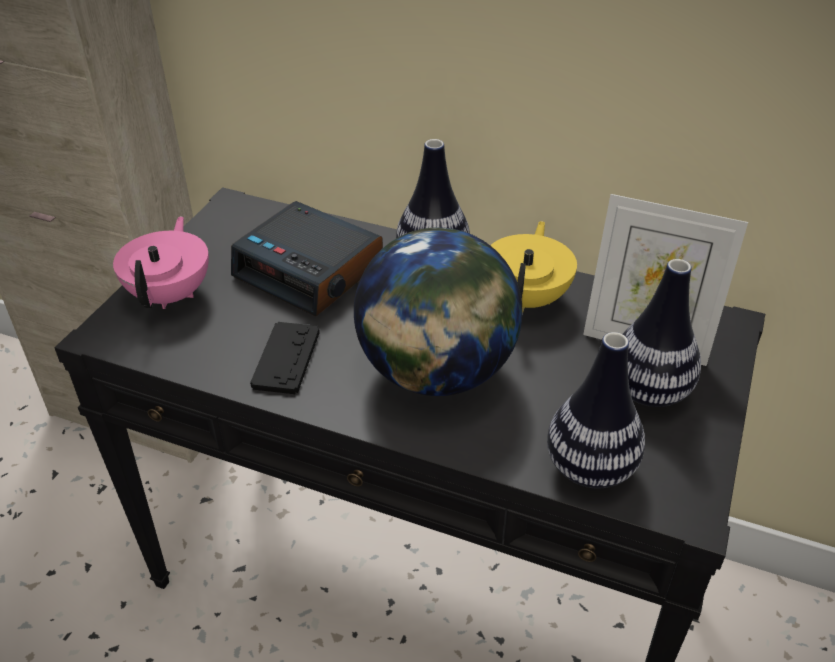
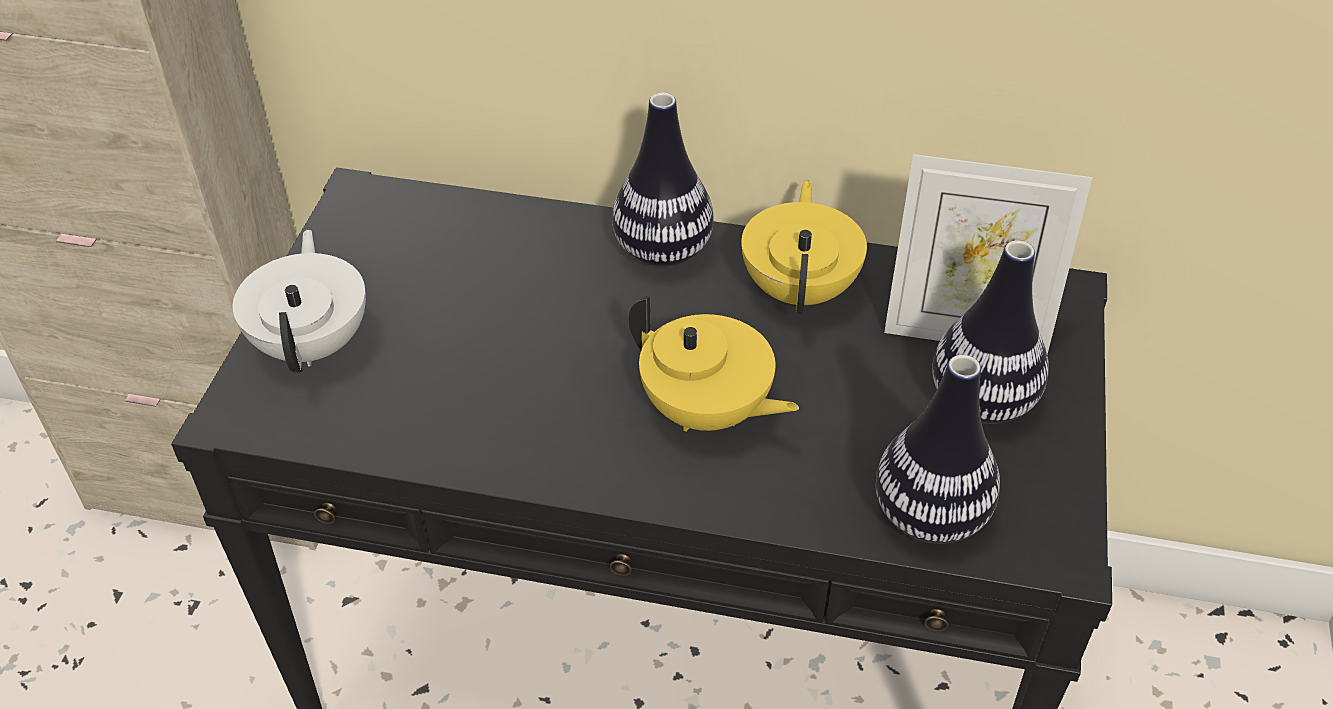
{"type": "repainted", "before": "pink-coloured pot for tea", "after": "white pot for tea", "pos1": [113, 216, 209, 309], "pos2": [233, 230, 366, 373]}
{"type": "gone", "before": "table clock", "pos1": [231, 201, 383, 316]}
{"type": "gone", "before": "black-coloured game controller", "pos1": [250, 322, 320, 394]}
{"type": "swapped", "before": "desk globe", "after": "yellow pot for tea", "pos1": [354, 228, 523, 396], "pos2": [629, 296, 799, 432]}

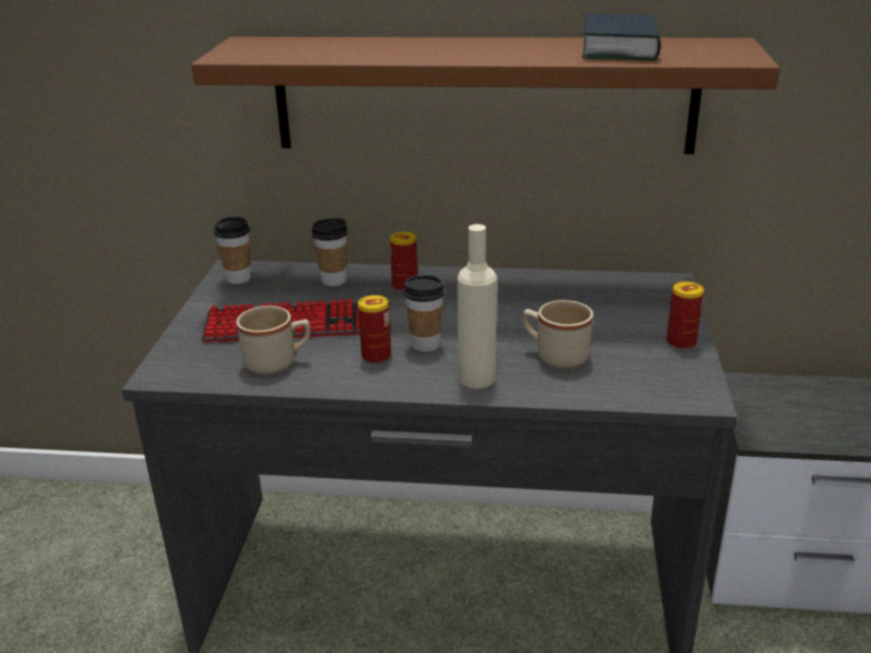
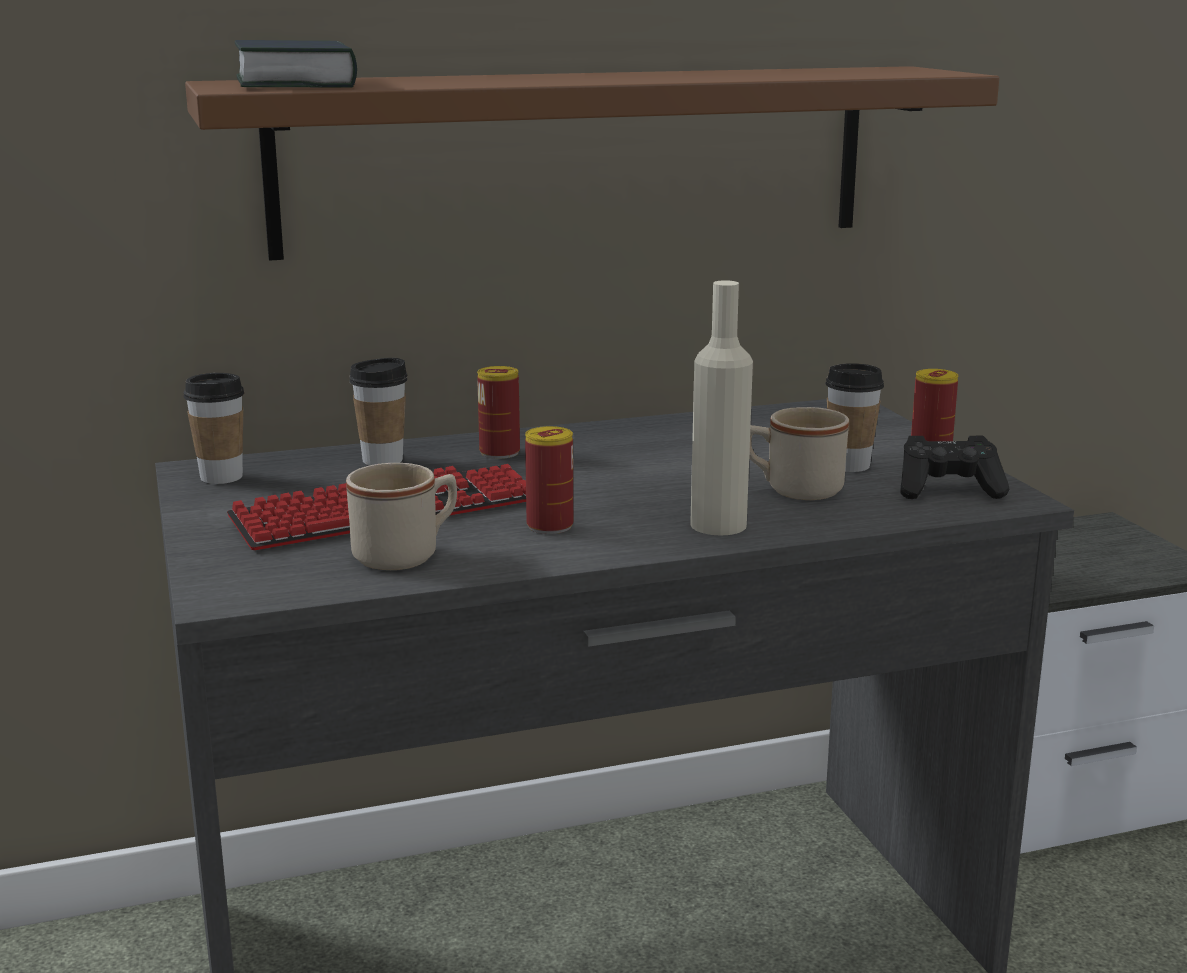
{"type": "shifted", "before": "drinking cup", "pos1": [403, 275, 445, 352], "pos2": [825, 363, 884, 472]}
{"type": "shifted", "before": "volume", "pos1": [582, 13, 661, 61], "pos2": [235, 40, 357, 88]}
{"type": "new", "after": "black-coloured game controller", "pos2": [900, 436, 1009, 499]}

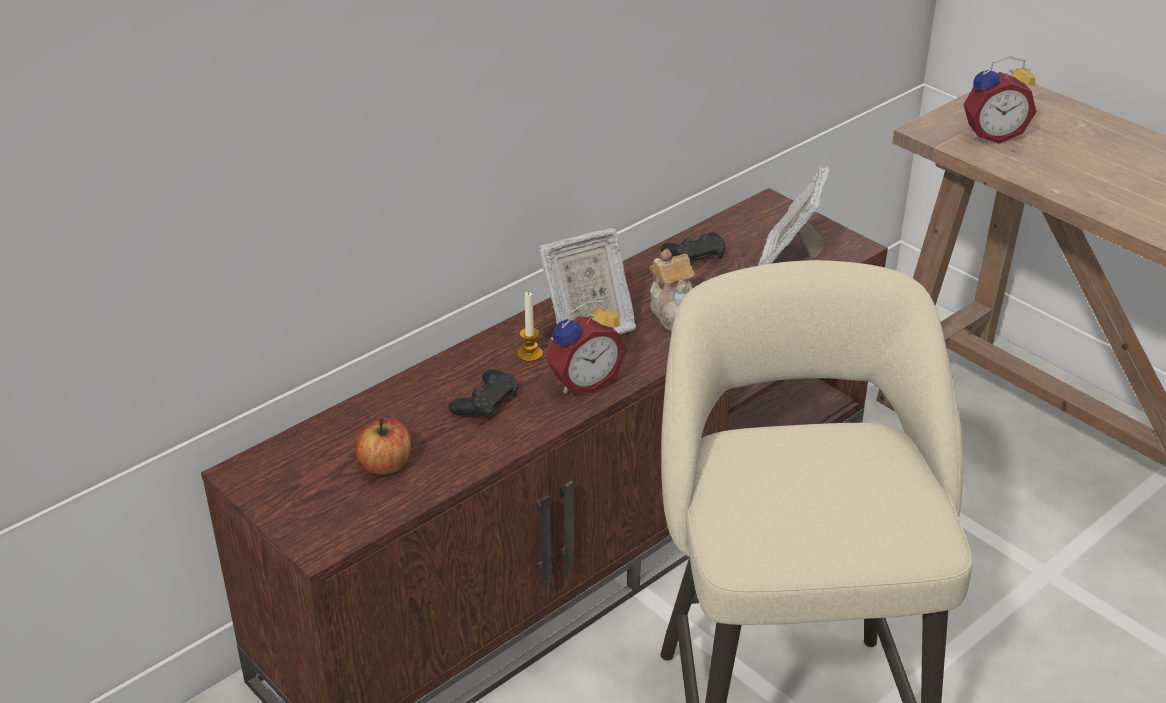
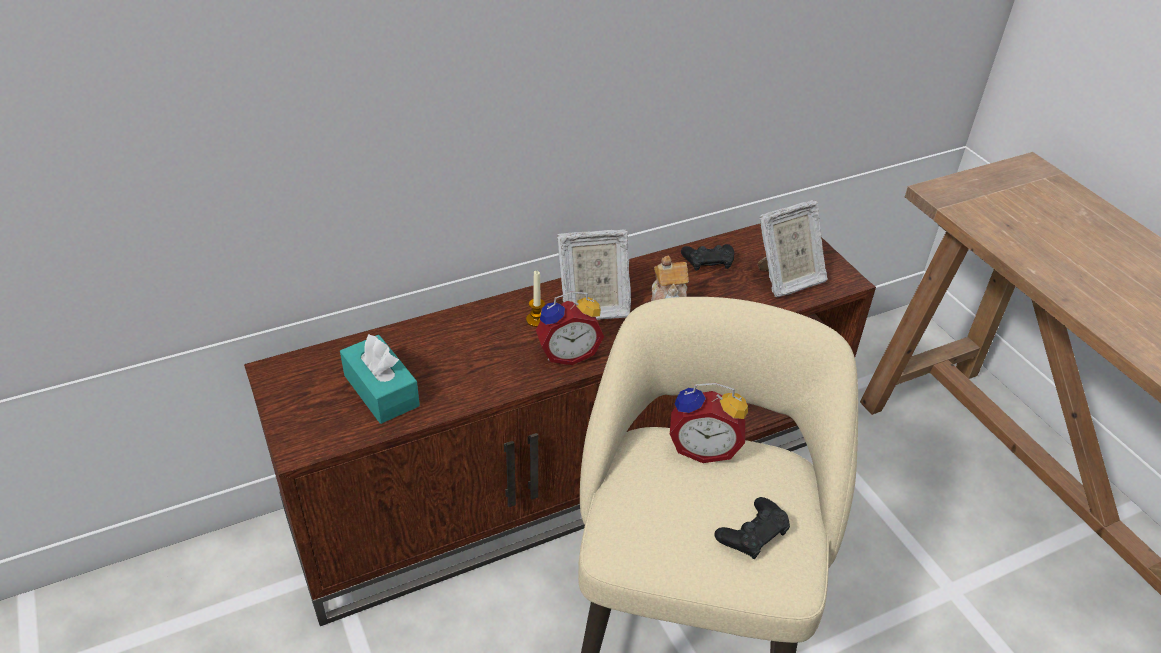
{"type": "swapped", "before": "apple fruit", "after": "turquoise-coloured tissue box", "pos1": [356, 418, 411, 475], "pos2": [340, 334, 420, 424]}
{"type": "shifted", "before": "black-coloured game controller", "pos1": [449, 370, 518, 420], "pos2": [714, 497, 790, 559]}
{"type": "rotated", "before": "photo frame", "pos1": [758, 166, 830, 266], "pos2": [758, 200, 828, 297], "turn": -150}
{"type": "shifted", "before": "table clock", "pos1": [963, 56, 1037, 144], "pos2": [670, 383, 748, 463]}

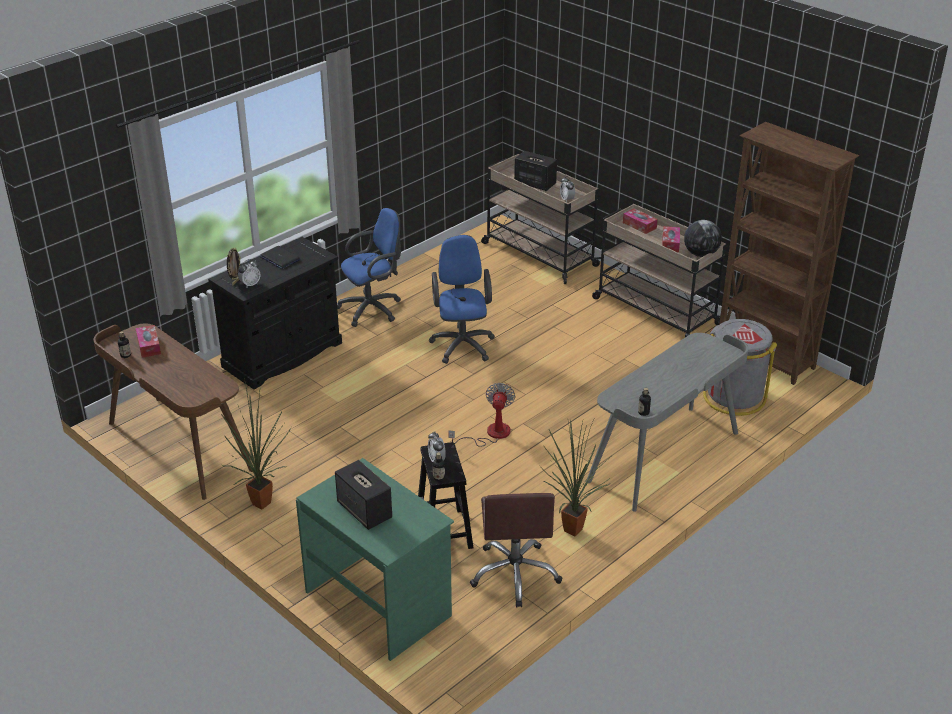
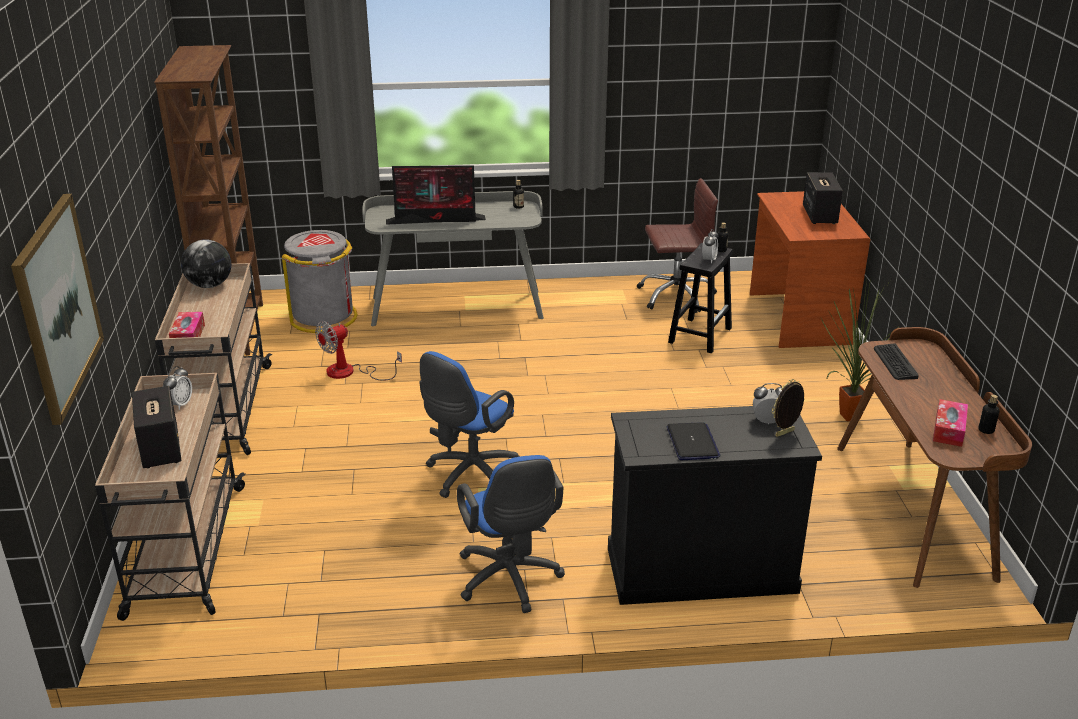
{"type": "repainted", "before": "green-coloured desk table", "after": "brown desk table", "pos1": [296, 458, 454, 661], "pos2": [750, 191, 870, 348]}
{"type": "rotated", "before": "bluish computer chair", "pos1": [337, 208, 401, 327], "pos2": [457, 455, 565, 613], "turn": -120}
{"type": "shifted", "before": "fan", "pos1": [448, 383, 515, 447], "pos2": [315, 321, 402, 381]}
{"type": "rotated", "before": "brown computer chair", "pos1": [470, 493, 562, 608], "pos2": [637, 178, 718, 313], "turn": 45}
{"type": "gone", "before": "houseplant", "pos1": [539, 417, 610, 536]}
{"type": "gone", "before": "tissue box", "pos1": [662, 226, 680, 253]}
{"type": "new", "after": "picture", "pos2": [11, 194, 104, 425]}
{"type": "new", "after": "computer screen", "pos2": [386, 165, 486, 225]}
{"type": "new", "after": "computer keyboard", "pos2": [874, 343, 919, 380]}

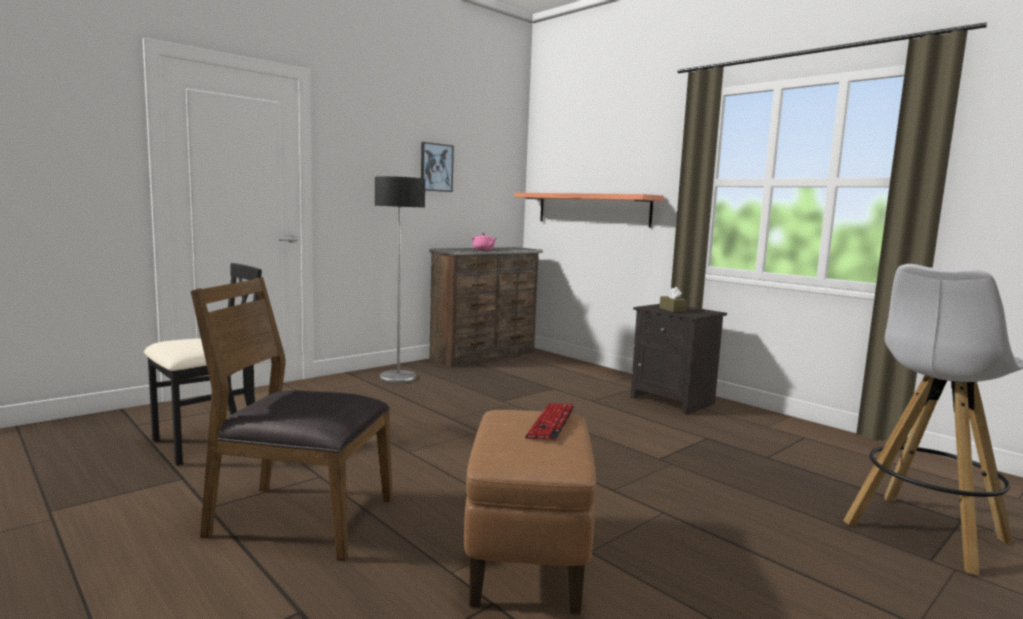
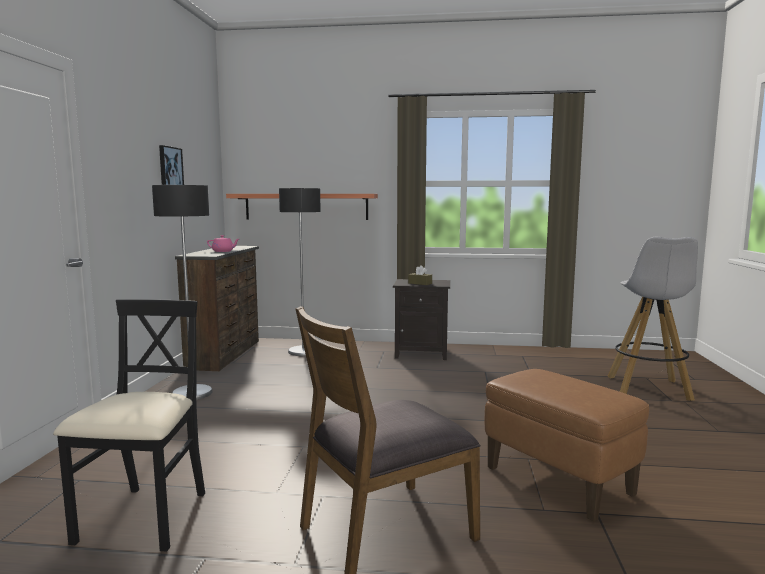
{"type": "gone", "before": "computer keyboard", "pos1": [525, 403, 575, 440]}
{"type": "new", "after": "floor lamp", "pos2": [279, 188, 321, 356]}

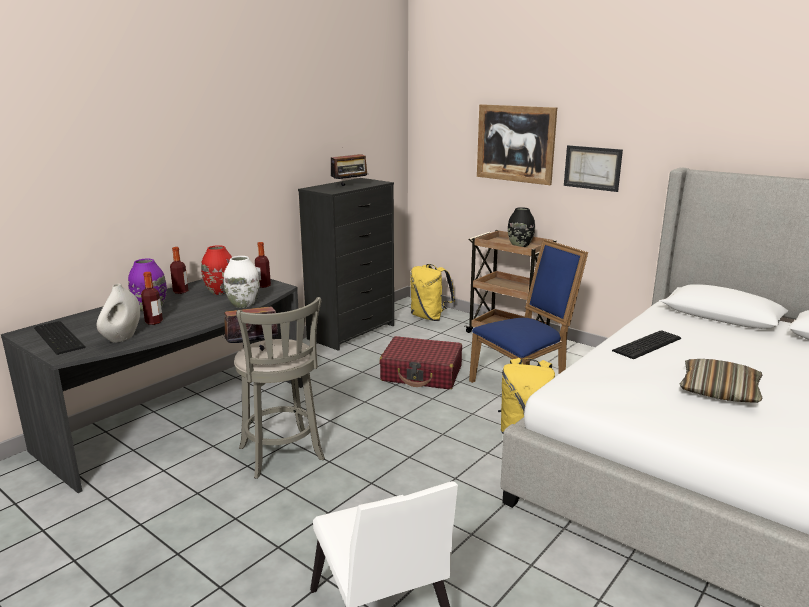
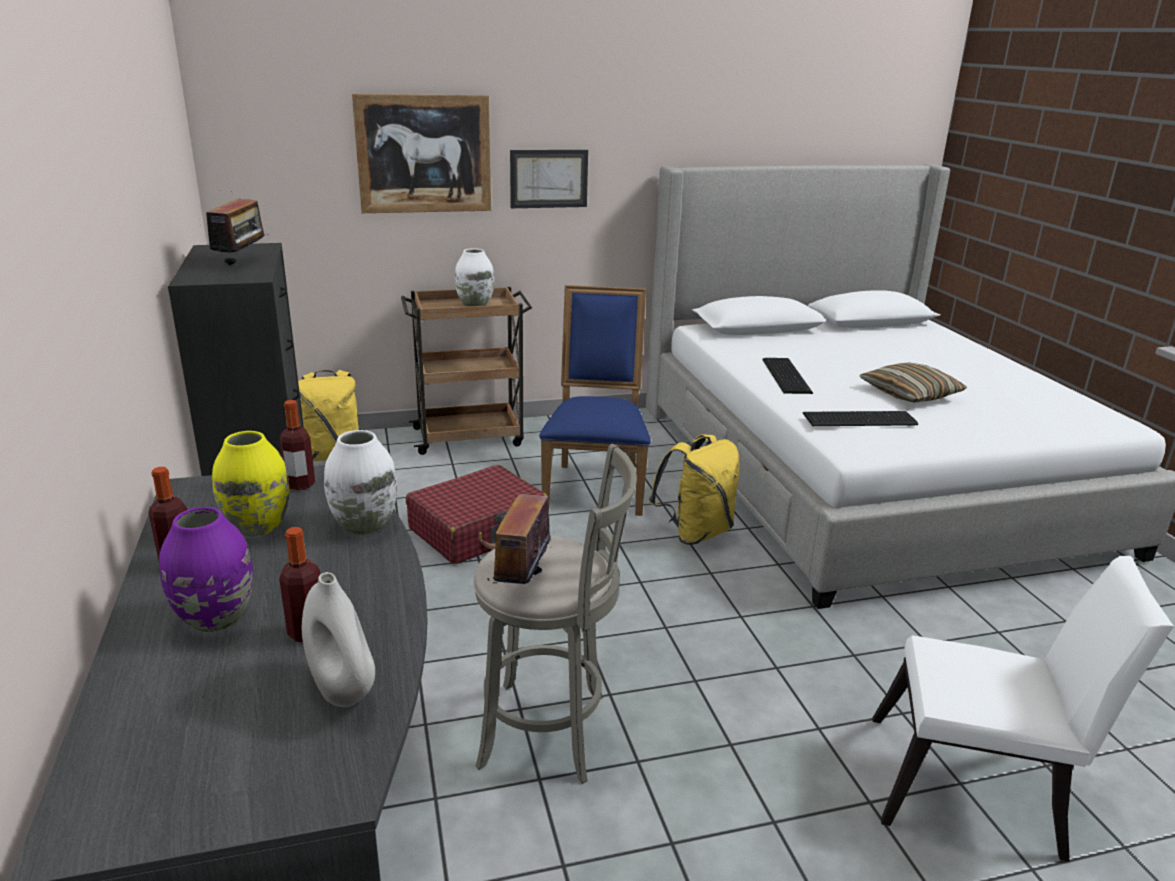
{"type": "shifted", "before": "computer keyboard", "pos1": [34, 321, 86, 355], "pos2": [803, 411, 918, 426]}
{"type": "repainted", "before": "red-coloured decorative vase", "after": "yellow decorative vase", "pos1": [201, 245, 232, 295], "pos2": [212, 431, 289, 537]}
{"type": "repainted", "before": "black-coloured decorative vase", "after": "white decorative vase", "pos1": [508, 207, 535, 247], "pos2": [455, 248, 494, 307]}

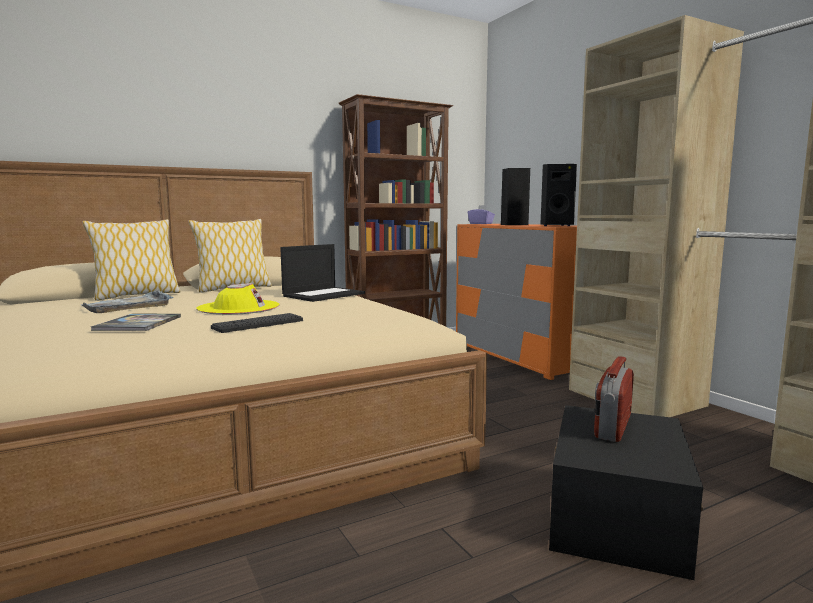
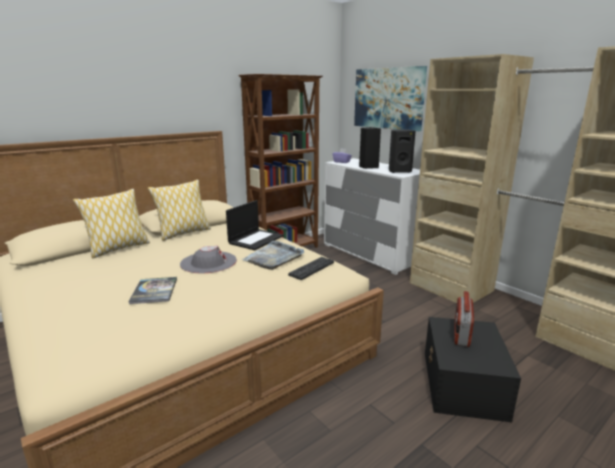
{"type": "shifted", "before": "greyish serving tray", "pos1": [81, 291, 174, 313], "pos2": [242, 241, 304, 270]}
{"type": "repainted", "before": "yellow clothing hat", "after": "greyish clothing hat", "pos1": [196, 283, 280, 315], "pos2": [180, 245, 237, 273]}
{"type": "shifted", "before": "computer keyboard", "pos1": [211, 313, 303, 333], "pos2": [288, 257, 334, 280]}
{"type": "repainted", "before": "orangey dresser", "after": "white dresser", "pos1": [456, 224, 577, 380], "pos2": [324, 158, 420, 275]}
{"type": "new", "after": "picture", "pos2": [354, 66, 427, 131]}

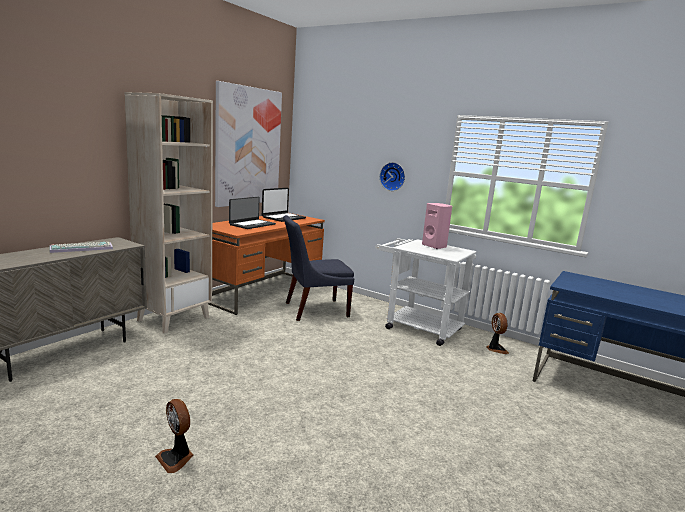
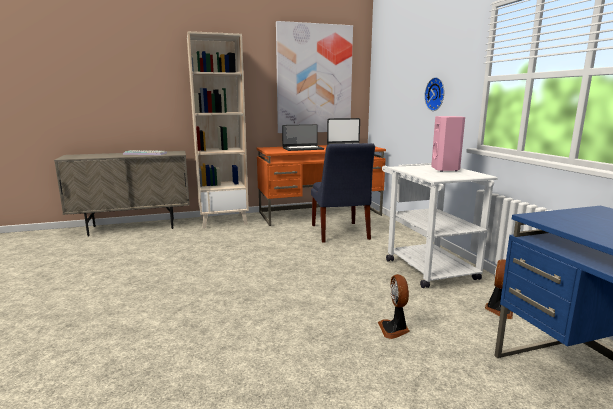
{"type": "shifted", "before": "fan", "pos1": [155, 399, 194, 473], "pos2": [378, 274, 410, 339]}
{"type": "rotated", "before": "bluish plain chair", "pos1": [283, 215, 354, 321], "pos2": [311, 143, 375, 243], "turn": -120}

